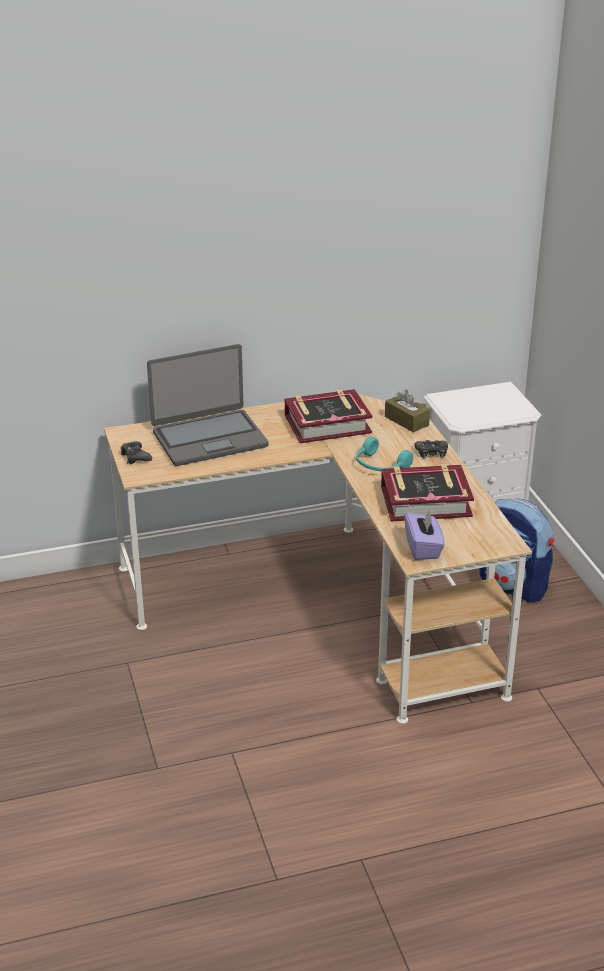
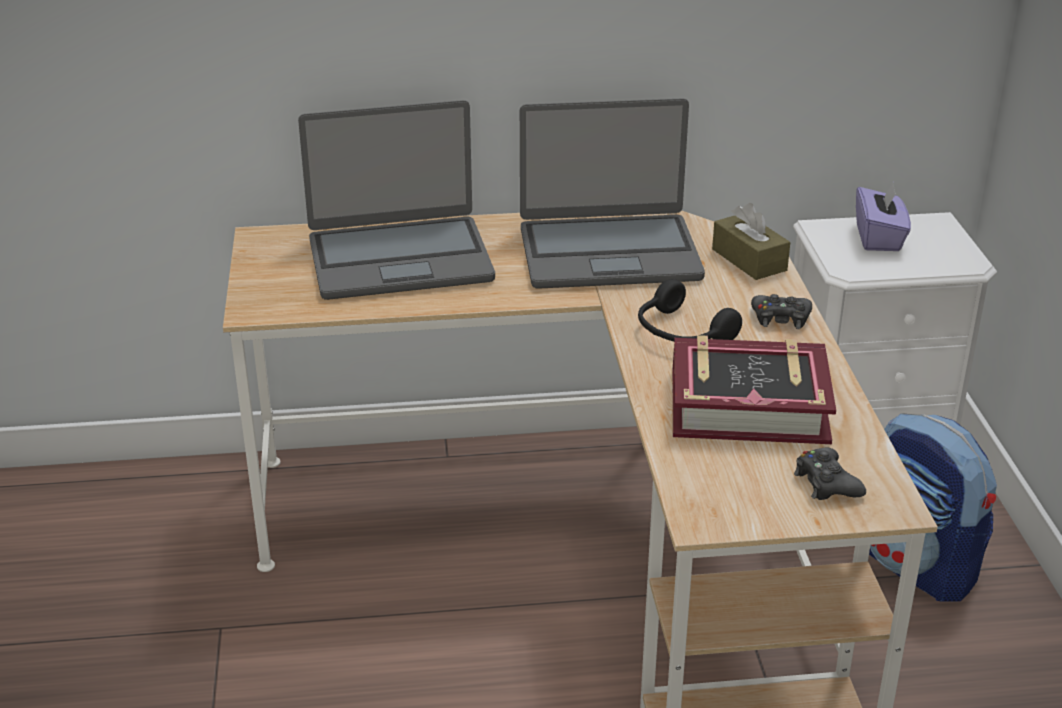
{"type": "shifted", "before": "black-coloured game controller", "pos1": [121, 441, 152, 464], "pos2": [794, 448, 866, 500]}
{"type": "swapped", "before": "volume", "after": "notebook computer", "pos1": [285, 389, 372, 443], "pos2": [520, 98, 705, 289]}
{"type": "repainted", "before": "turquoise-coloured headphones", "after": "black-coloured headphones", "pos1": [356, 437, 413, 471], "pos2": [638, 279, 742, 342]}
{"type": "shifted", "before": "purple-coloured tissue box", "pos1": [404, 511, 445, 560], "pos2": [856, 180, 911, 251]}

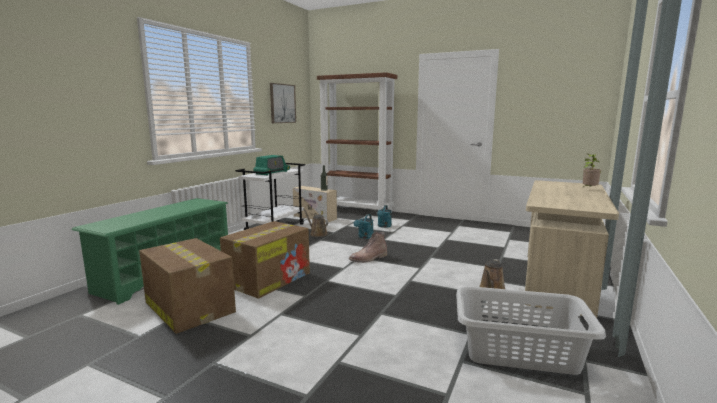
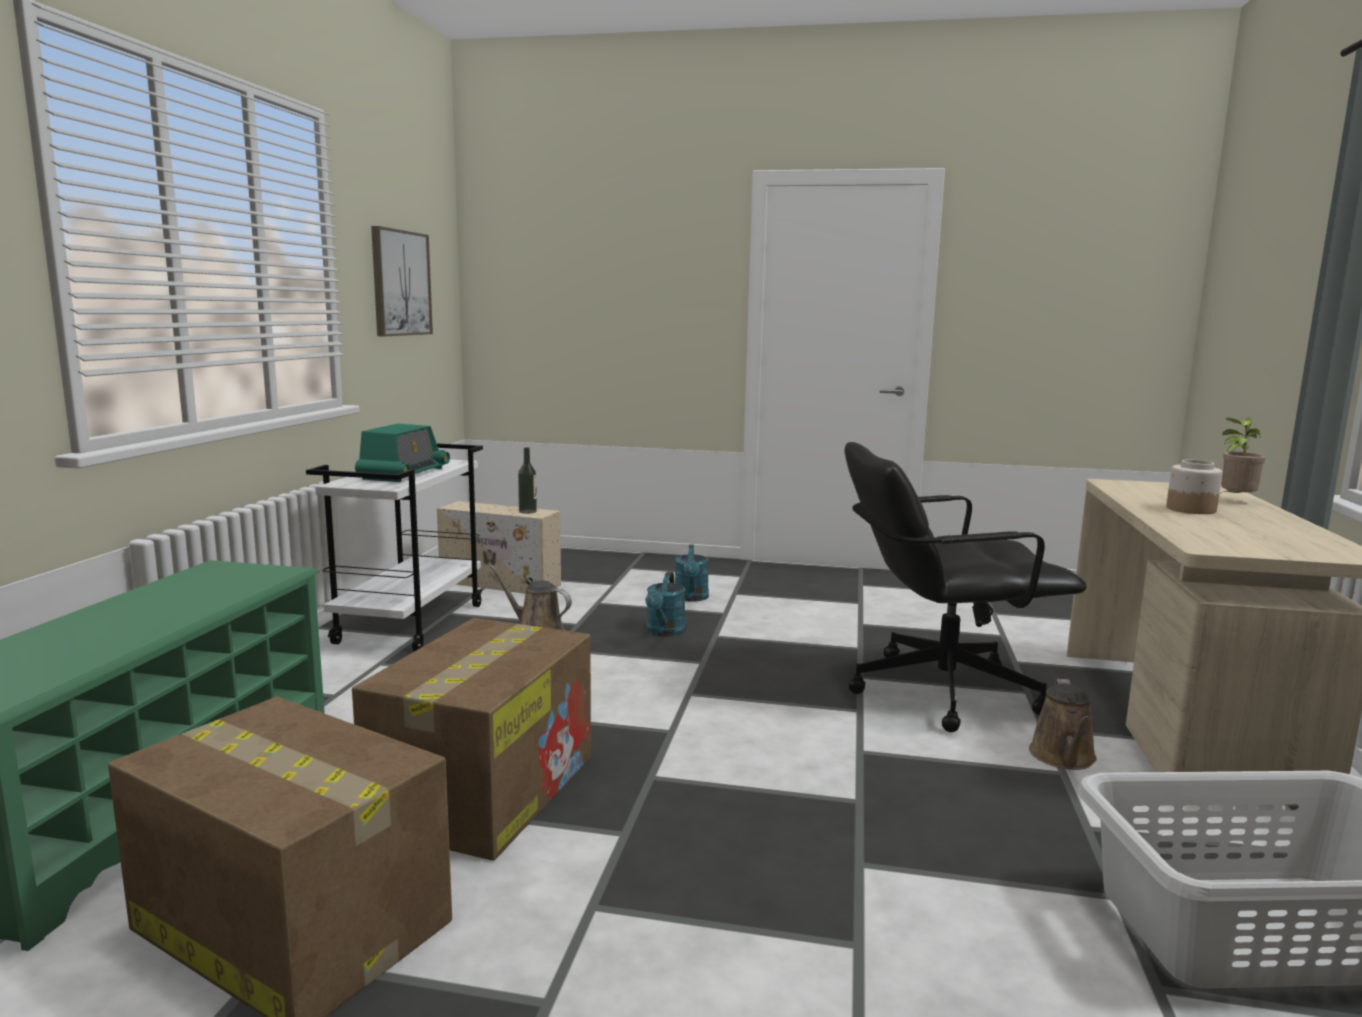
{"type": "gone", "before": "brown shelving unit", "pos1": [317, 72, 397, 213]}
{"type": "gone", "before": "brown tall boot", "pos1": [349, 232, 387, 263]}
{"type": "new", "after": "black-coloured computer chair", "pos2": [844, 442, 1086, 732]}
{"type": "new", "after": "storage jar", "pos2": [1166, 460, 1222, 514]}

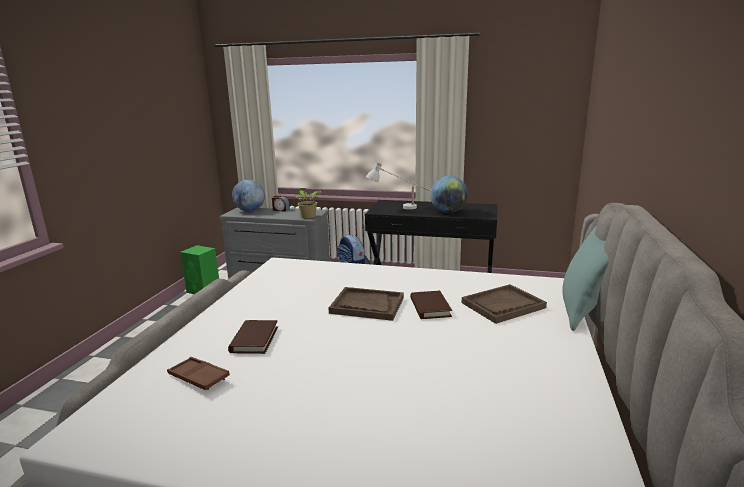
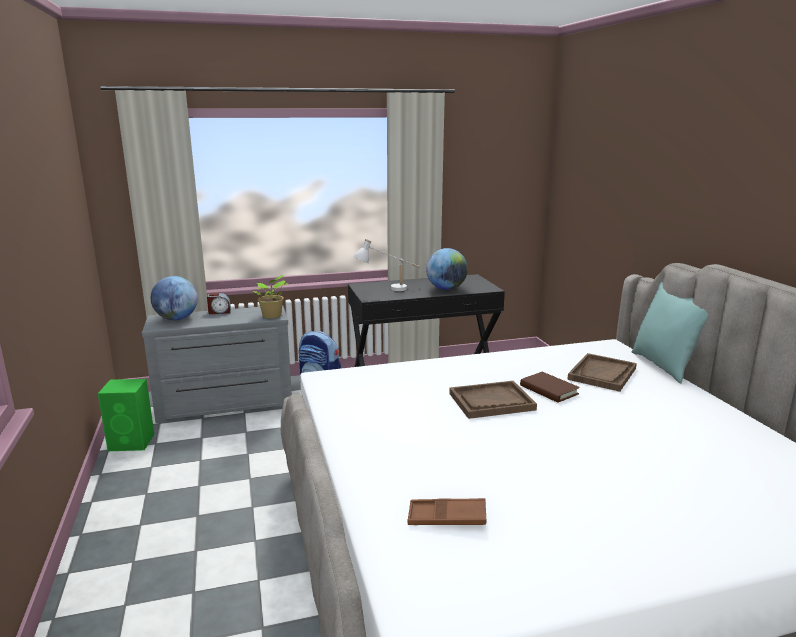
{"type": "gone", "before": "brown volume", "pos1": [228, 320, 278, 354]}

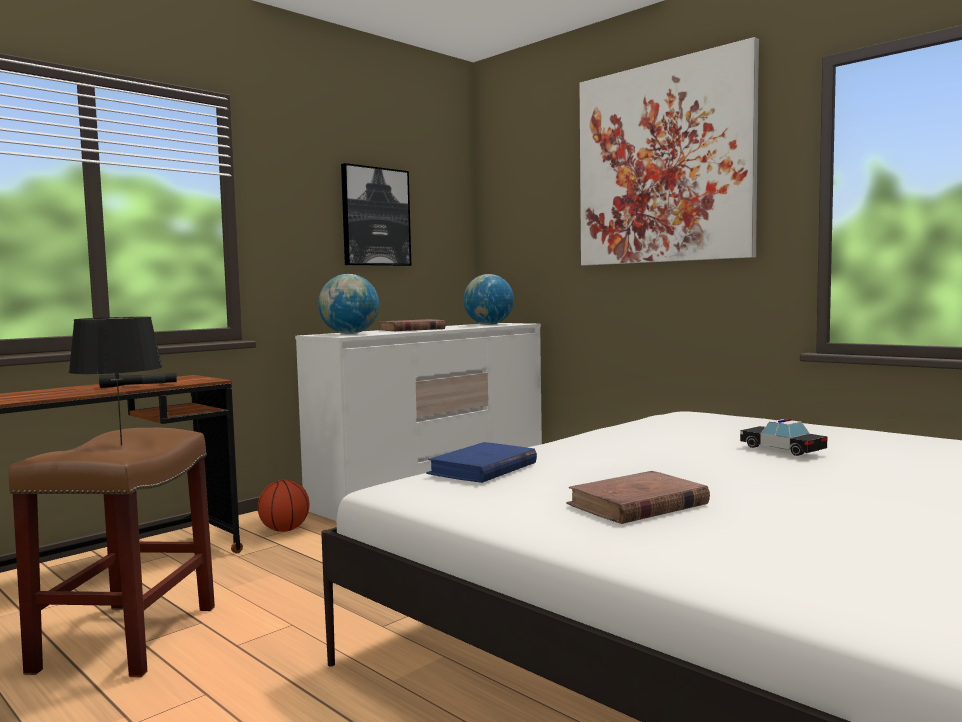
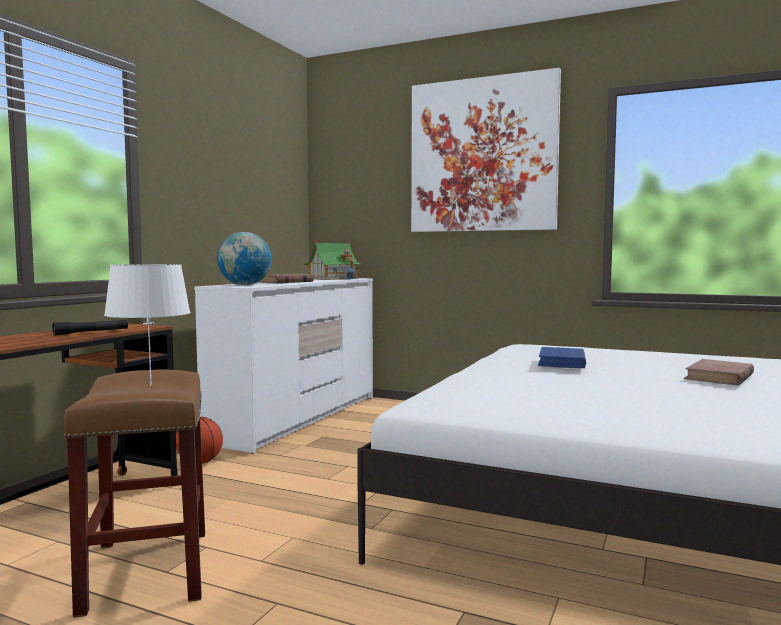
{"type": "repainted", "before": "black-coloured lamp for a table", "after": "white lamp for a table", "pos1": [69, 317, 162, 445], "pos2": [104, 264, 191, 386]}
{"type": "gone", "before": "picture", "pos1": [341, 163, 411, 266]}
{"type": "shifted", "before": "bluish volume", "pos1": [426, 442, 537, 483], "pos2": [538, 347, 586, 368]}
{"type": "swapped", "before": "desk globe", "after": "model house", "pos1": [463, 274, 514, 325], "pos2": [304, 240, 362, 280]}
{"type": "shifted", "before": "brown volume", "pos1": [566, 471, 710, 524], "pos2": [684, 359, 754, 385]}
{"type": "gone", "before": "miniature car", "pos1": [740, 419, 828, 456]}

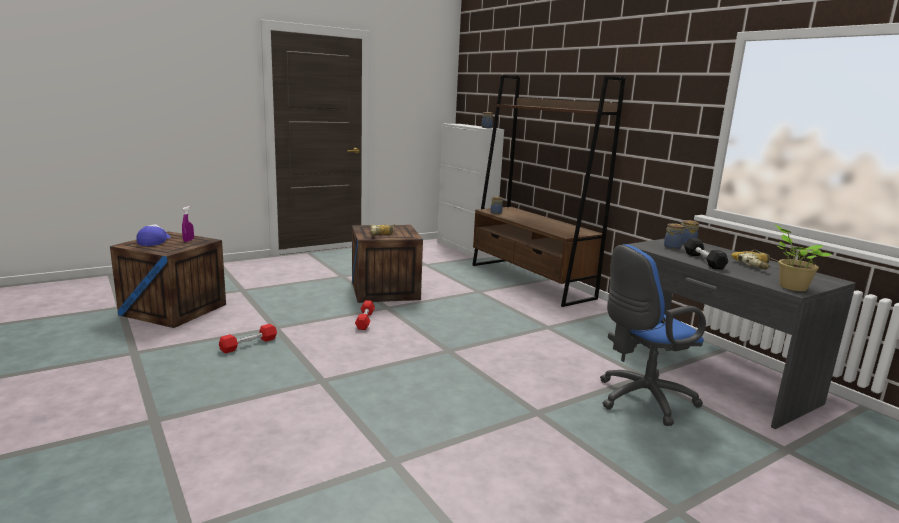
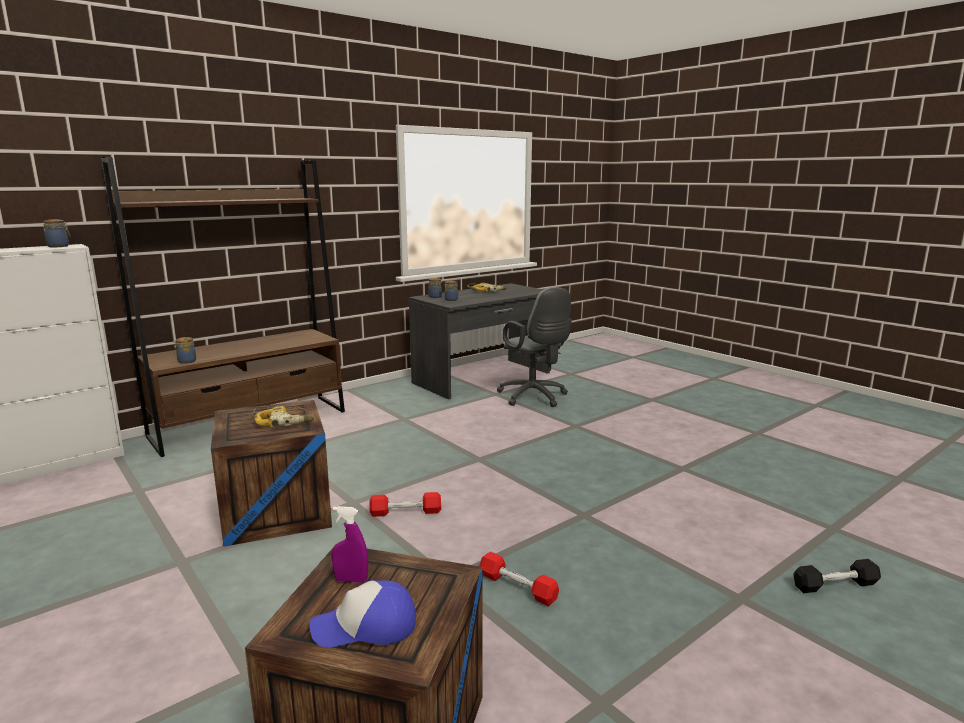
{"type": "repainted", "before": "bluish computer chair", "after": "greyish computer chair", "pos1": [600, 244, 706, 426], "pos2": [496, 287, 572, 407]}
{"type": "shifted", "before": "black-coloured dumbbell", "pos1": [684, 238, 729, 269], "pos2": [793, 559, 881, 593]}
{"type": "gone", "before": "houseplant", "pos1": [775, 224, 832, 291]}

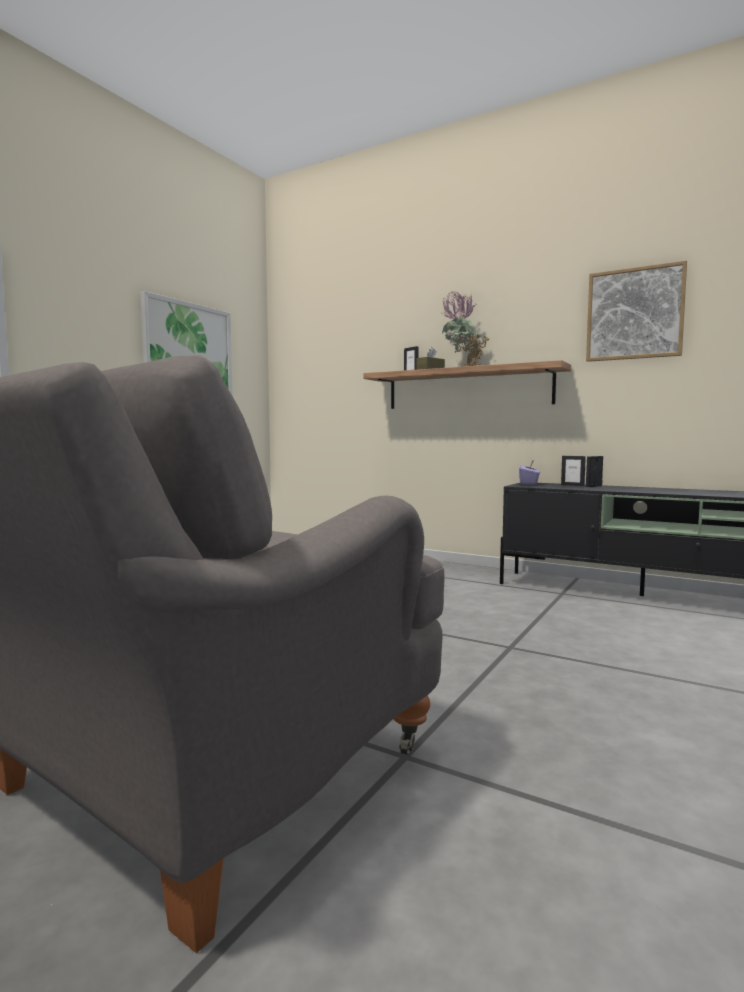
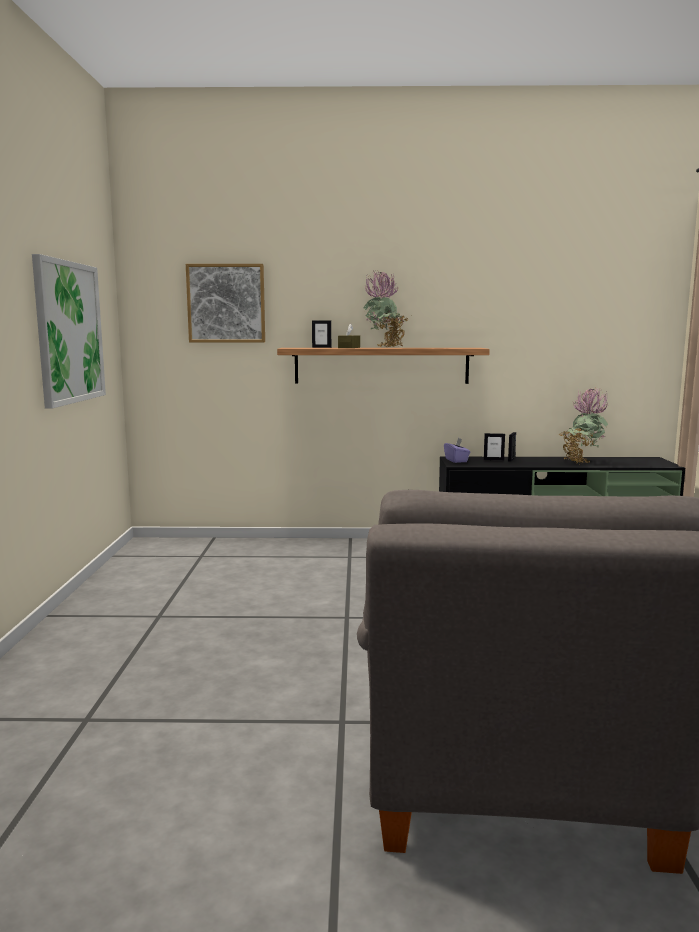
{"type": "shifted", "before": "picture", "pos1": [586, 261, 687, 362], "pos2": [186, 264, 265, 342]}
{"type": "new", "after": "houseplant", "pos2": [559, 388, 608, 464]}

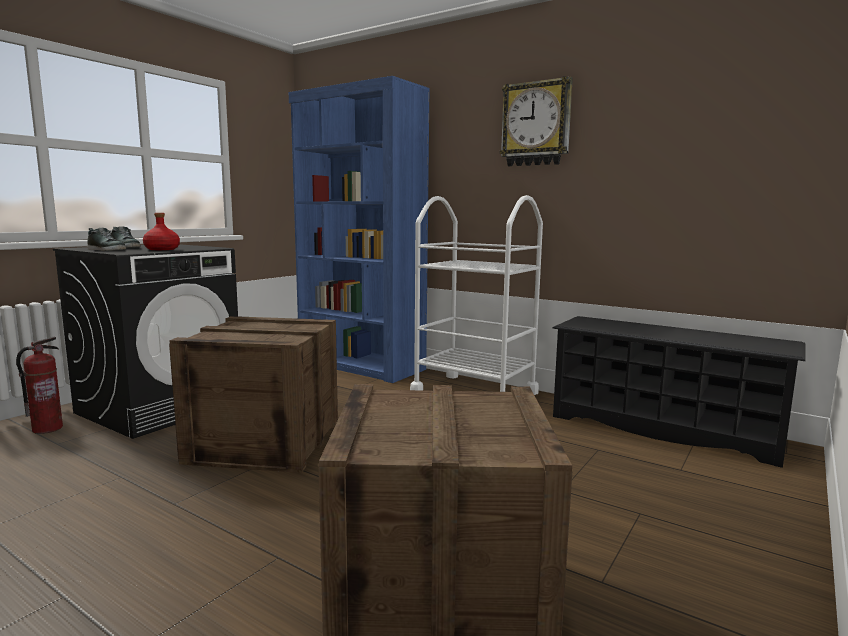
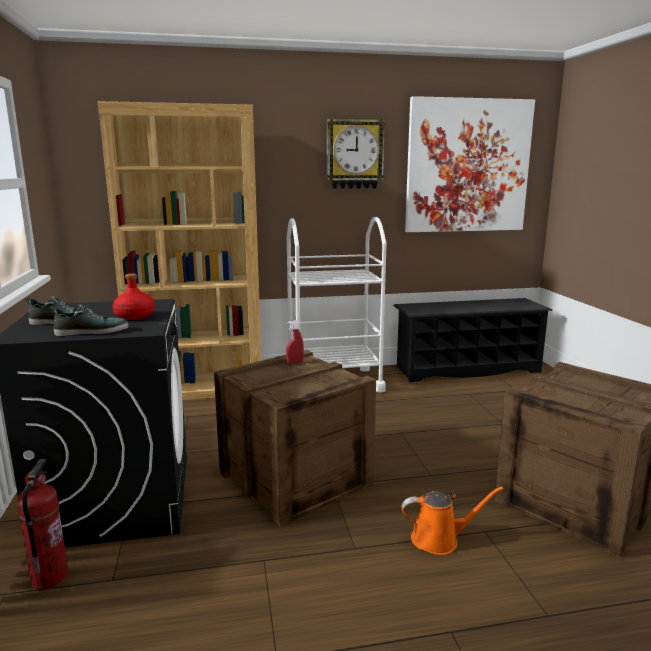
{"type": "repainted", "before": "bluish shelving unit", "after": "brown shelving unit", "pos1": [289, 76, 430, 383], "pos2": [98, 101, 261, 400]}
{"type": "new", "after": "red-coloured sprayer", "pos2": [286, 320, 304, 364]}
{"type": "new", "after": "orangey watering can", "pos2": [401, 487, 503, 555]}
{"type": "new", "after": "picture", "pos2": [405, 96, 535, 232]}

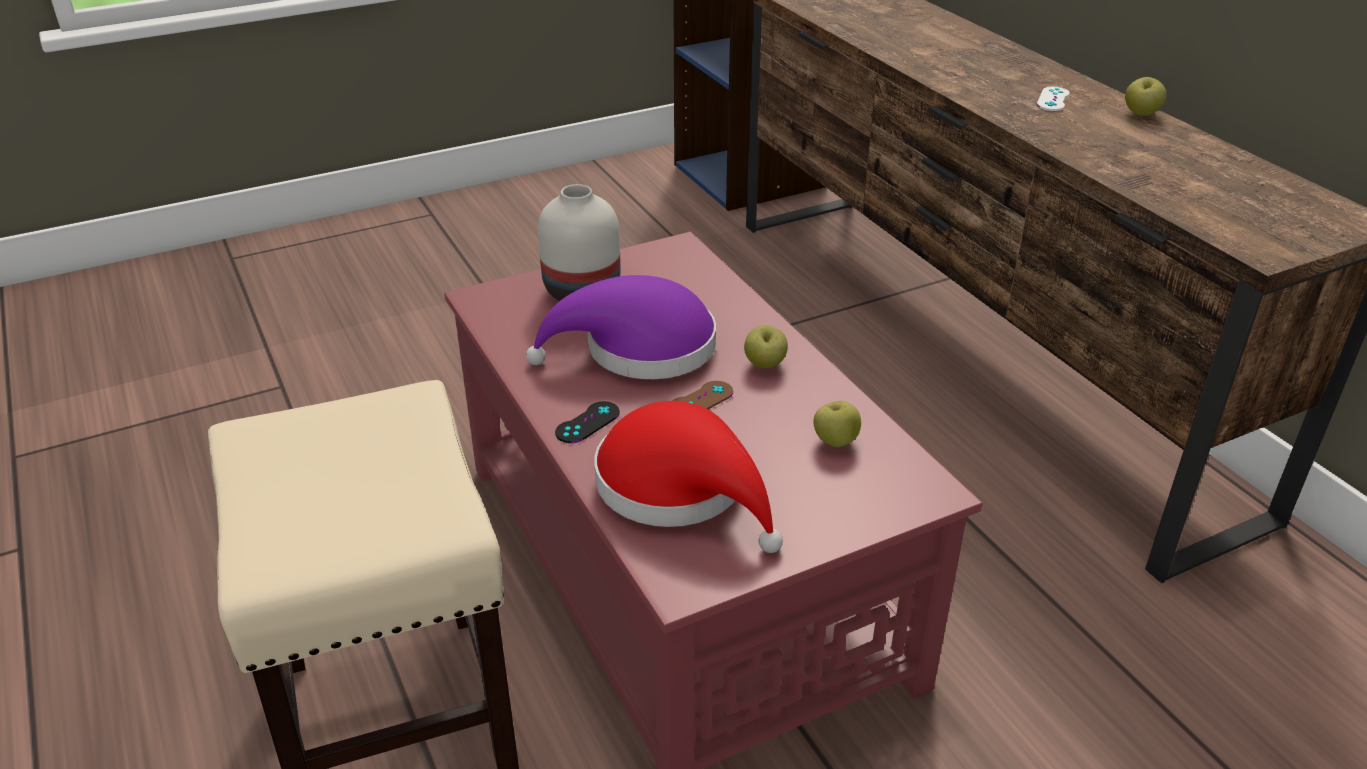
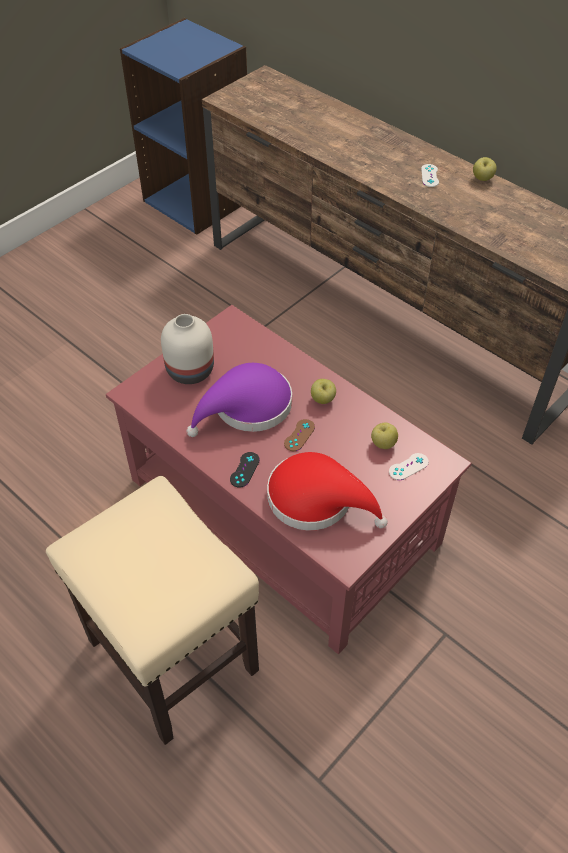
{"type": "new", "after": "white game controller", "pos2": [389, 453, 429, 480]}

